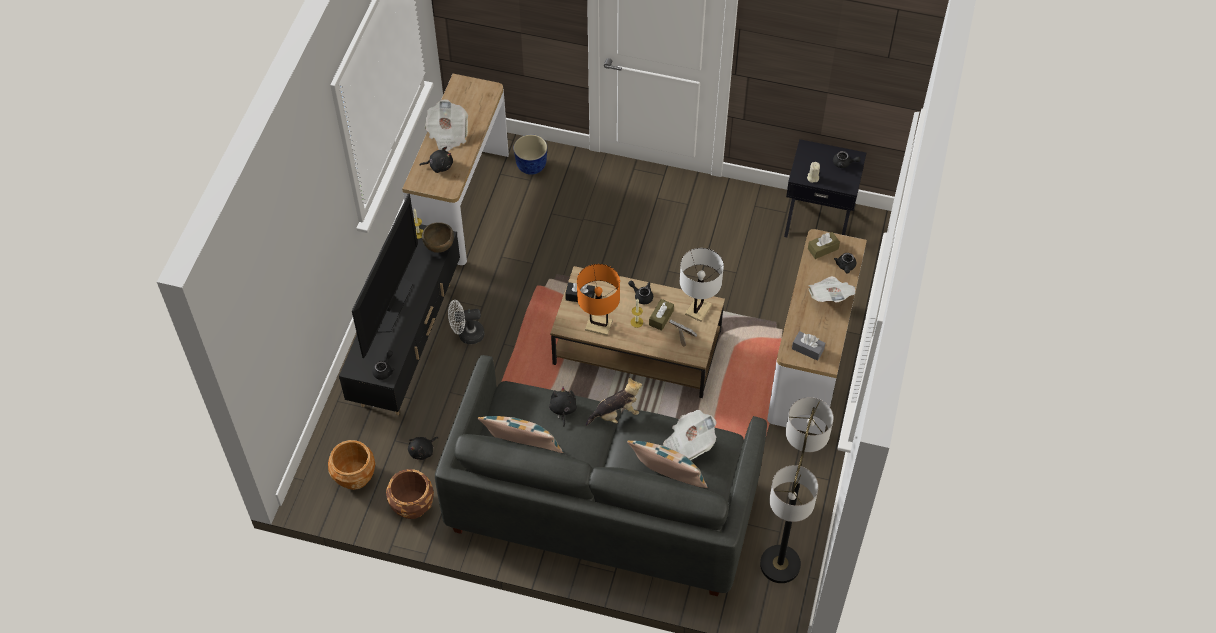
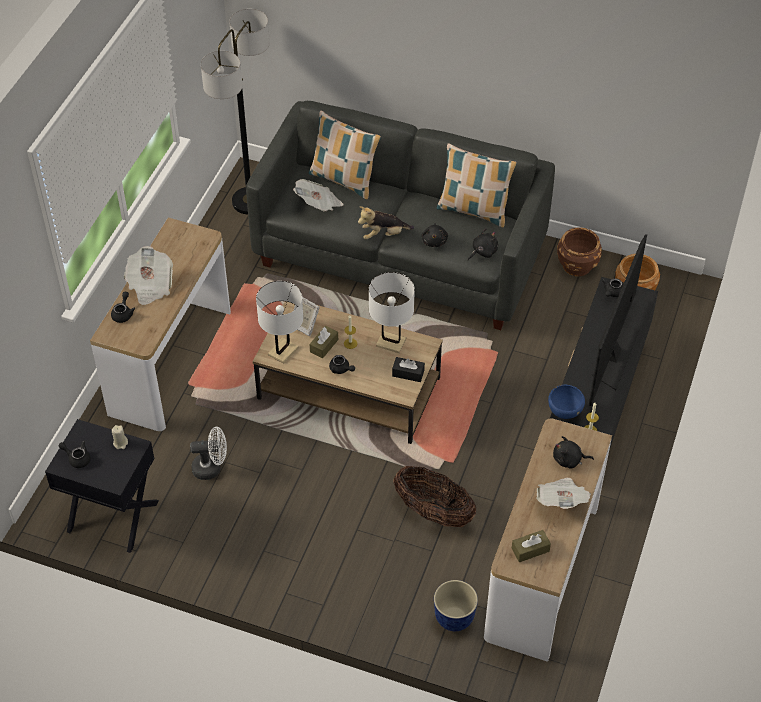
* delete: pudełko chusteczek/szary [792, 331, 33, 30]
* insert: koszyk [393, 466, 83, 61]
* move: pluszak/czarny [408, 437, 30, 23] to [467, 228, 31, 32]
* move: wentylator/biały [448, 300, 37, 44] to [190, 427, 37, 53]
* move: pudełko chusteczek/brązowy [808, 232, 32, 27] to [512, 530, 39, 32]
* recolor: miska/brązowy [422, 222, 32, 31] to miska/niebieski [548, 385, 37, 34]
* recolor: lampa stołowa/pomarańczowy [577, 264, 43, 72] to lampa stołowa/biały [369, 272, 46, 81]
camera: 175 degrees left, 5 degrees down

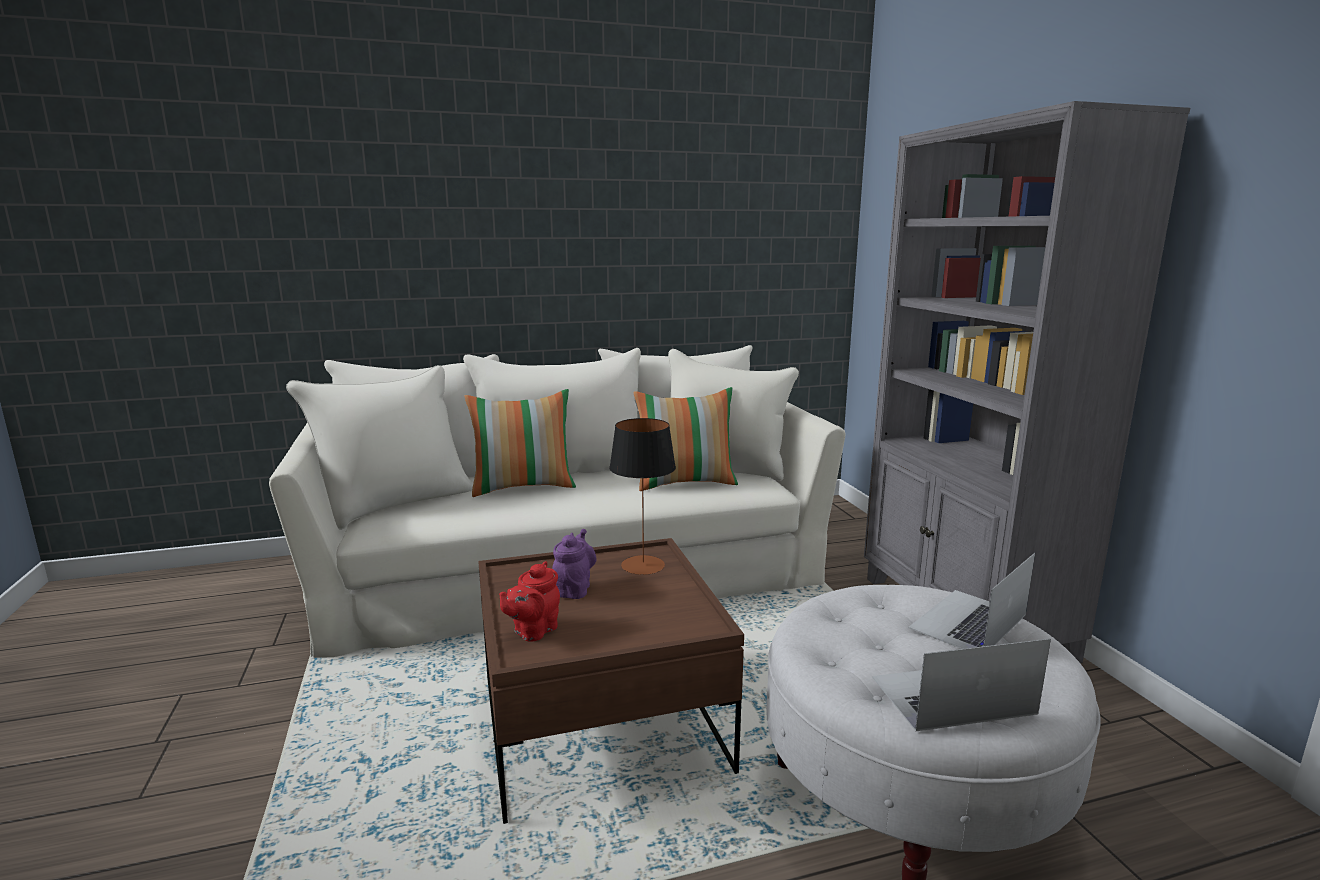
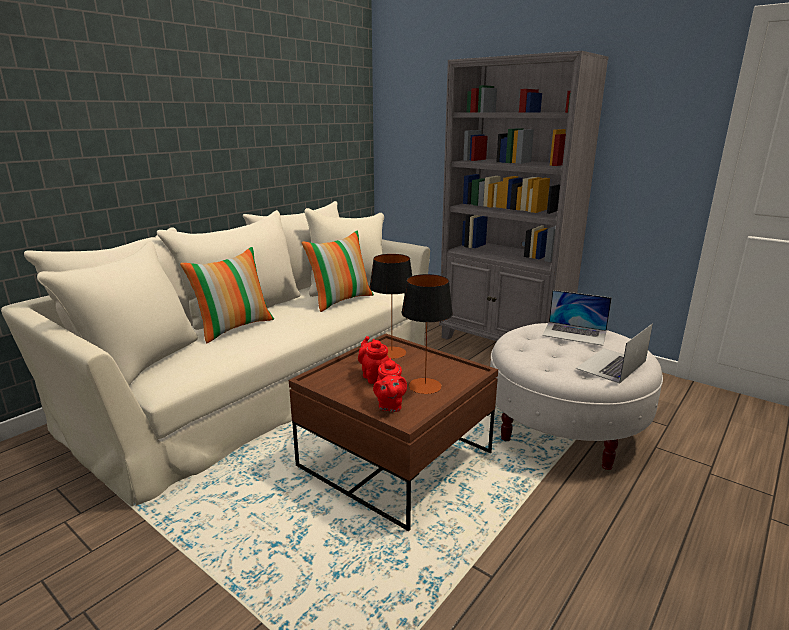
* insert: lampa stołowa [401, 274, 52, 120]
* recolor: imbryk/fioletowy [552, 529, 44, 70] to imbryk/czerwony [358, 336, 31, 48]
* rotate: laptop [908, 553, 127, 96] = [542, 290, 70, 56] 75 degrees counterclockwise
camera: 35 degrees left, 5 degrees up

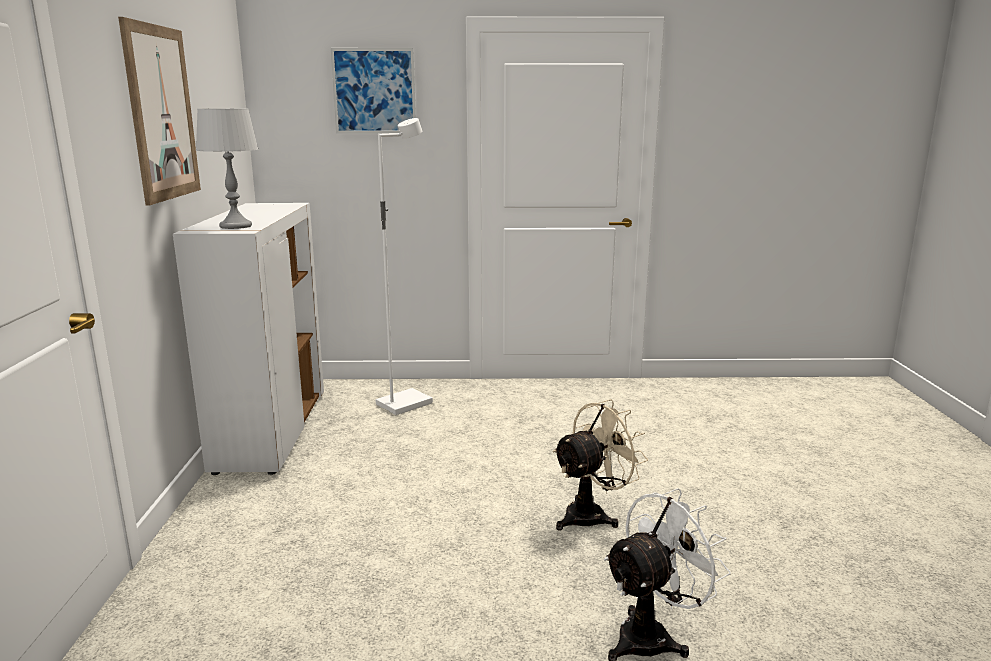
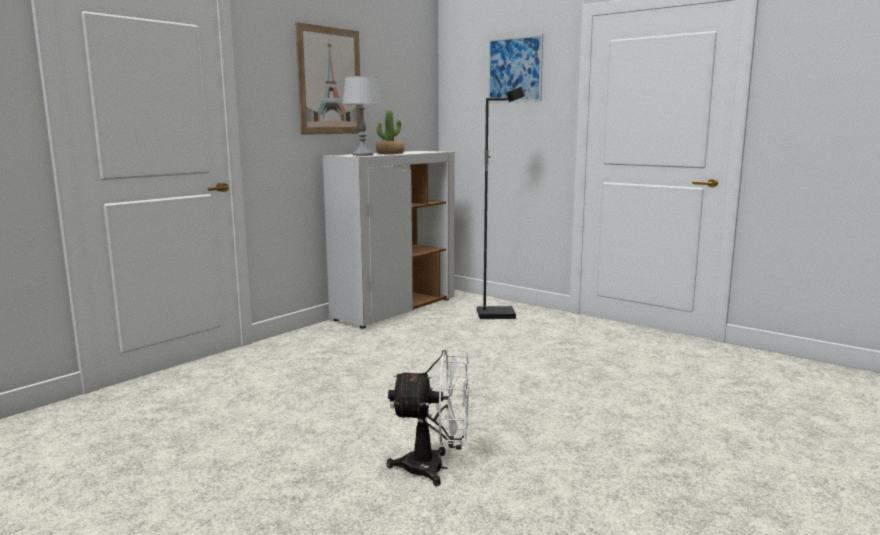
* delete: wentylator/beżowy [553, 399, 95, 131]
* insert: roślina doniczkowa [376, 110, 29, 44]
* recolor: lampa stojąca/biały [375, 118, 58, 297] to lampa stojąca/czarny [477, 87, 48, 232]
camera: 40 degrees right, 5 degrees down

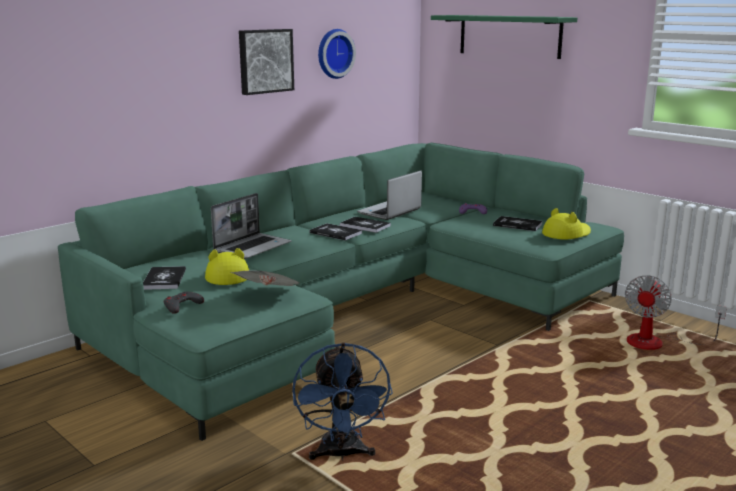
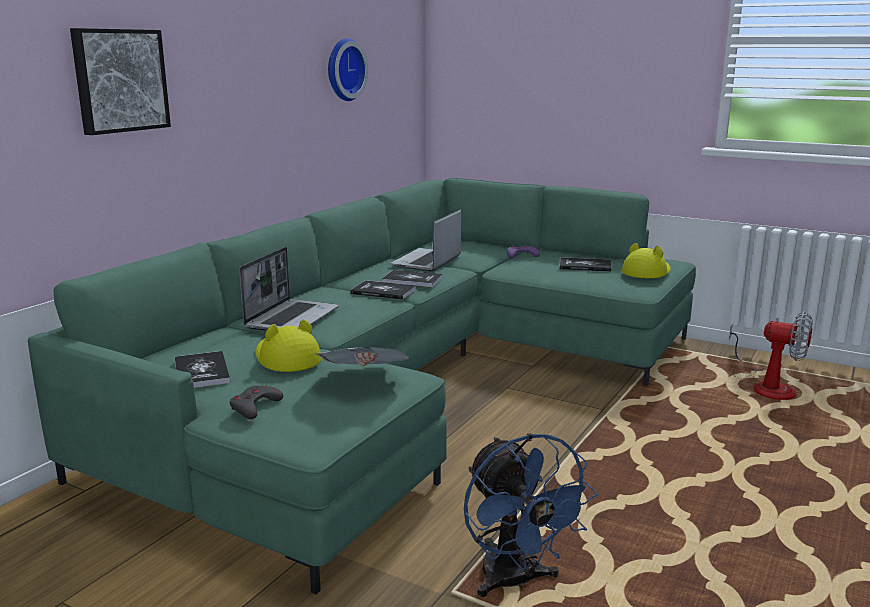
* delete: półka/zielony [431, 15, 147, 44]
* move: obraz [239, 29, 55, 66] to [70, 28, 101, 107]
* rotate: wentylator [625, 275, 102, 75] = [729, 311, 84, 89] 75 degrees counterclockwise
camera: 15 degrees left, 0 degrees up

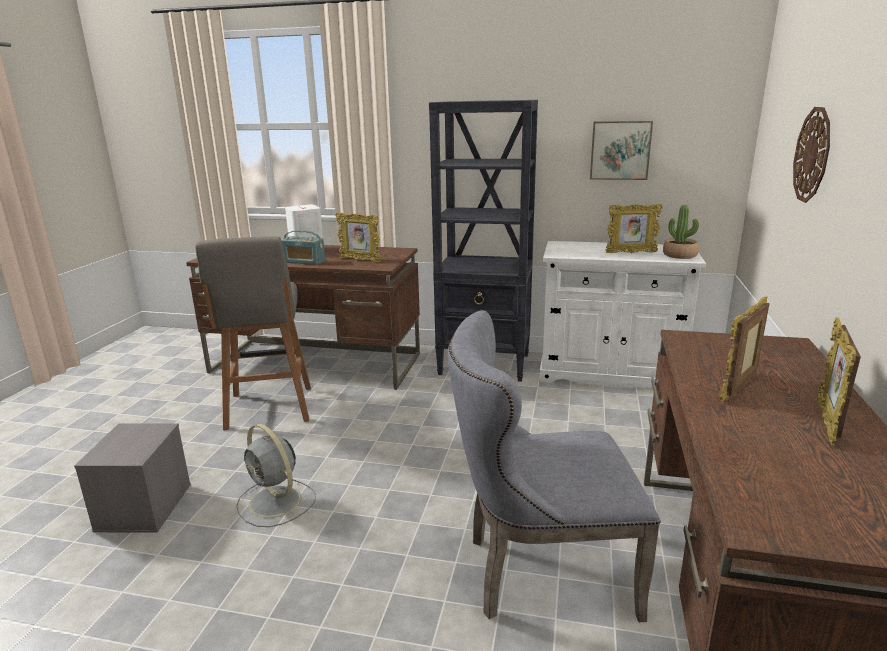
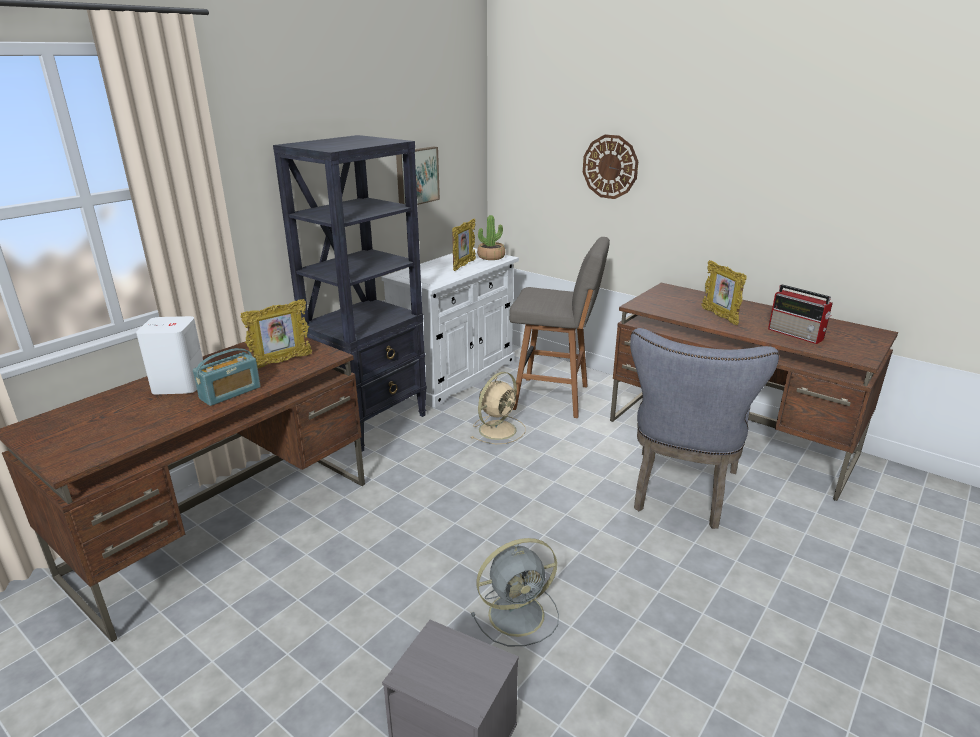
* delete: ramka na zdjęcie [817, 317, 44, 128]
* insert: wentylator/beżowy [471, 372, 55, 72]
* insert: radio [768, 284, 65, 60]
* move: stołek/szary [195, 237, 116, 193] to [509, 237, 101, 181]
camera: 65 degrees left, 5 degrees up

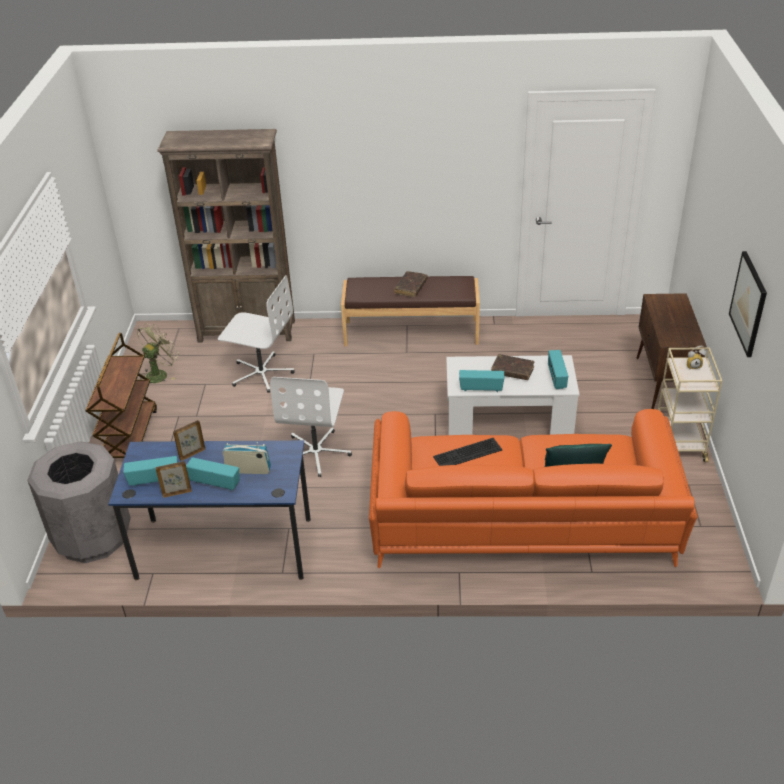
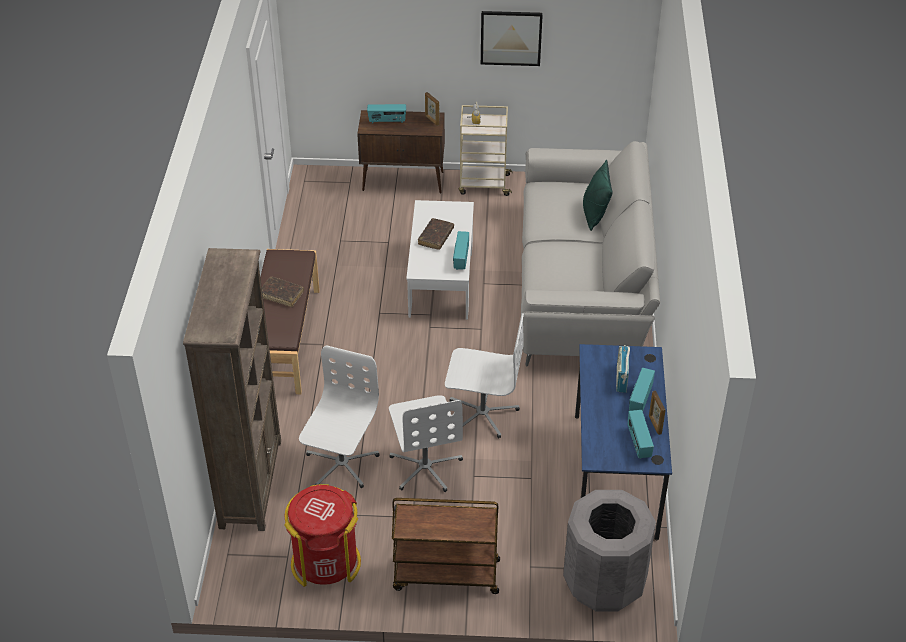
* delete: klawiatura [433, 438, 69, 28]
* insert: krzesło biurowe/biały [389, 395, 74, 97]
* move: ramka na zdjęcie [173, 420, 32, 41] to [425, 92, 14, 34]
* move: radio [548, 350, 20, 39] to [367, 104, 39, 19]
* replace: wentylator/zielony [137, 323, 42, 60] to kosz na śmieci/czerwony [284, 484, 77, 103]
* recolor: kanapa/pomarańczowy [369, 409, 329, 159] to kanapa/szary [521, 141, 139, 226]
camera: 90 degrees left, 5 degrees up

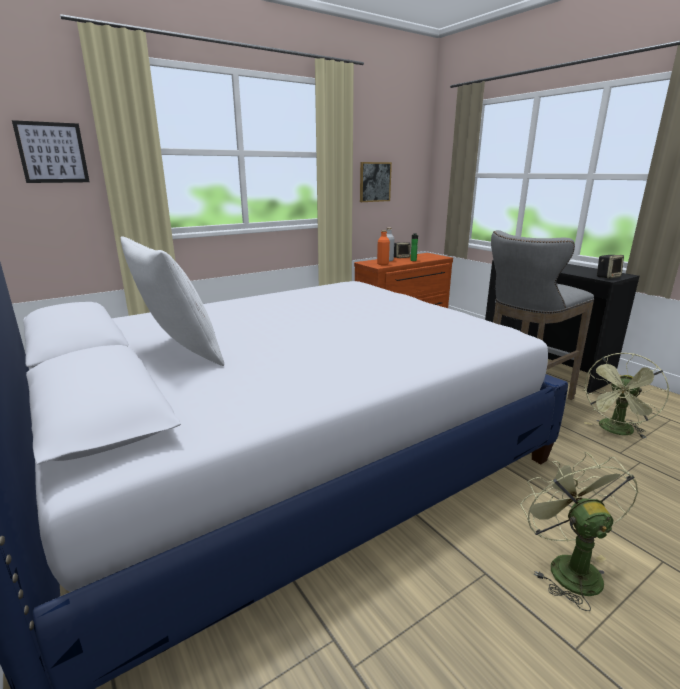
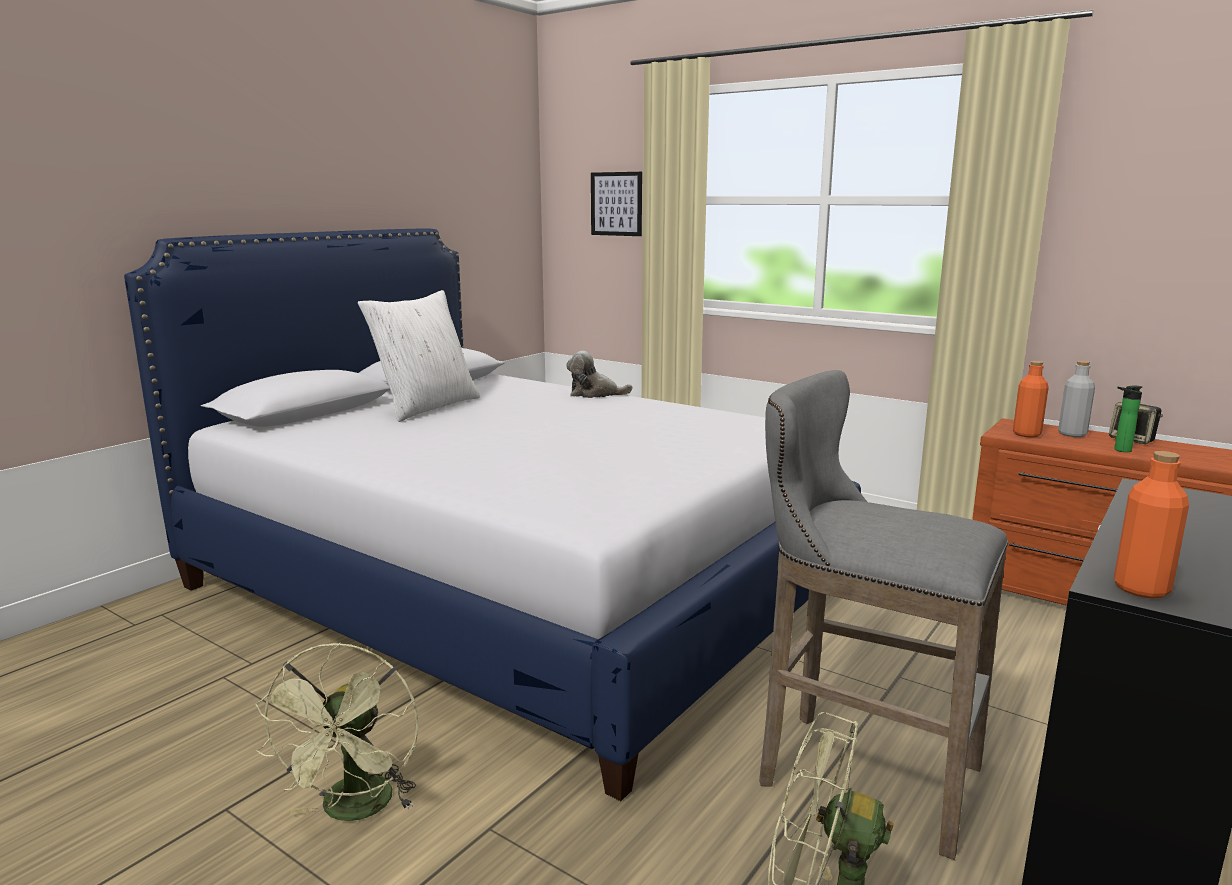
* delete: obraz [360, 162, 32, 40]
* insert: pluszak [566, 351, 66, 47]
* replace: głośnik [597, 255, 27, 24] to butelka/pomarańczowy [1114, 451, 75, 147]
* rotate: wentylator/zielony [521, 452, 118, 159] = [255, 642, 164, 179] 120 degrees clockwise
camera: 70 degrees right, 5 degrees down

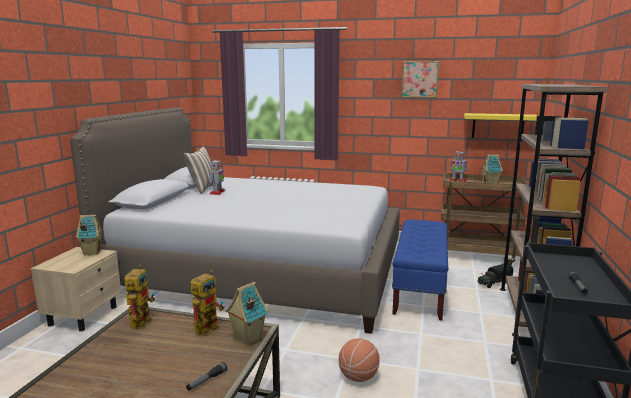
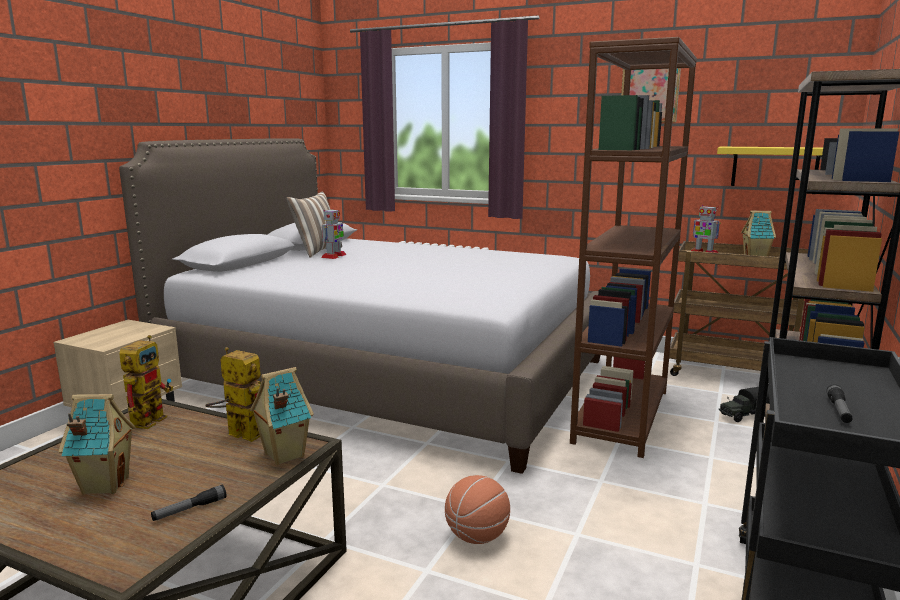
* move: domek [76, 214, 27, 42] to [59, 394, 76, 100]
* replace: ławka/niebieski [392, 220, 57, 100] to regał/brązowy [570, 37, 127, 421]
* rotate: robot zabawkowy [191, 270, 34, 66] = [205, 347, 56, 95] 105 degrees counterclockwise
camera: 10 degrees right, 0 degrees up

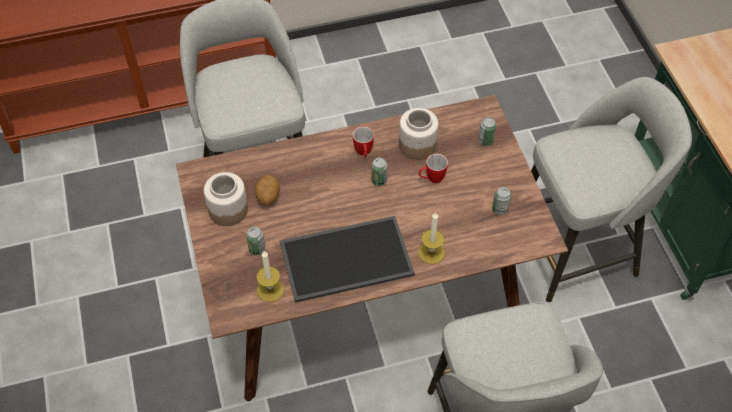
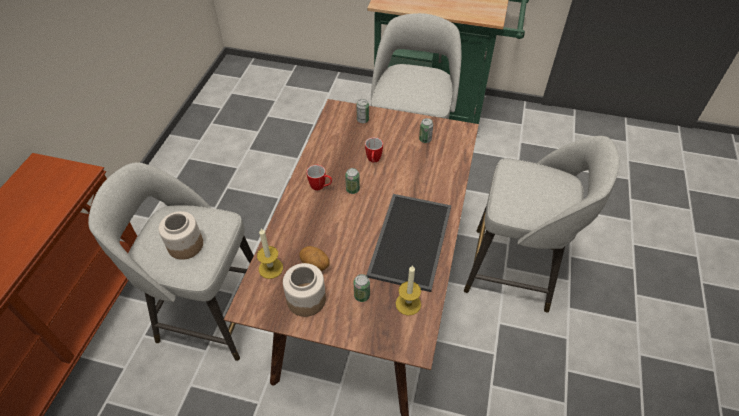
* move: słoik [399, 108, 40, 52] to [159, 211, 44, 49]
* move: świeca [418, 213, 27, 51] to [257, 229, 26, 50]
camera: 60 degrees left, 5 degrees down

